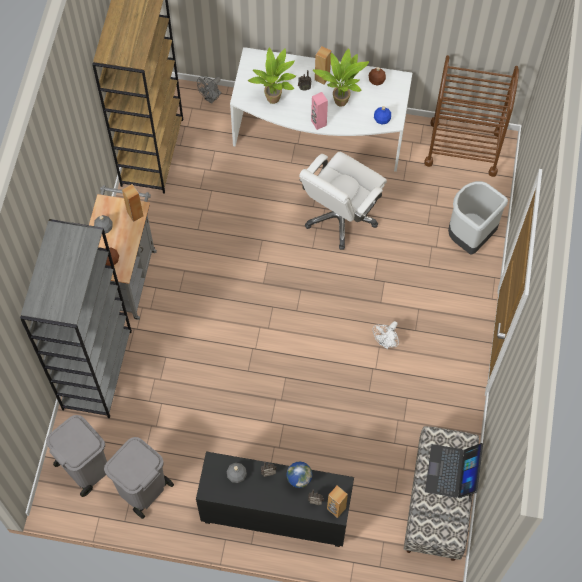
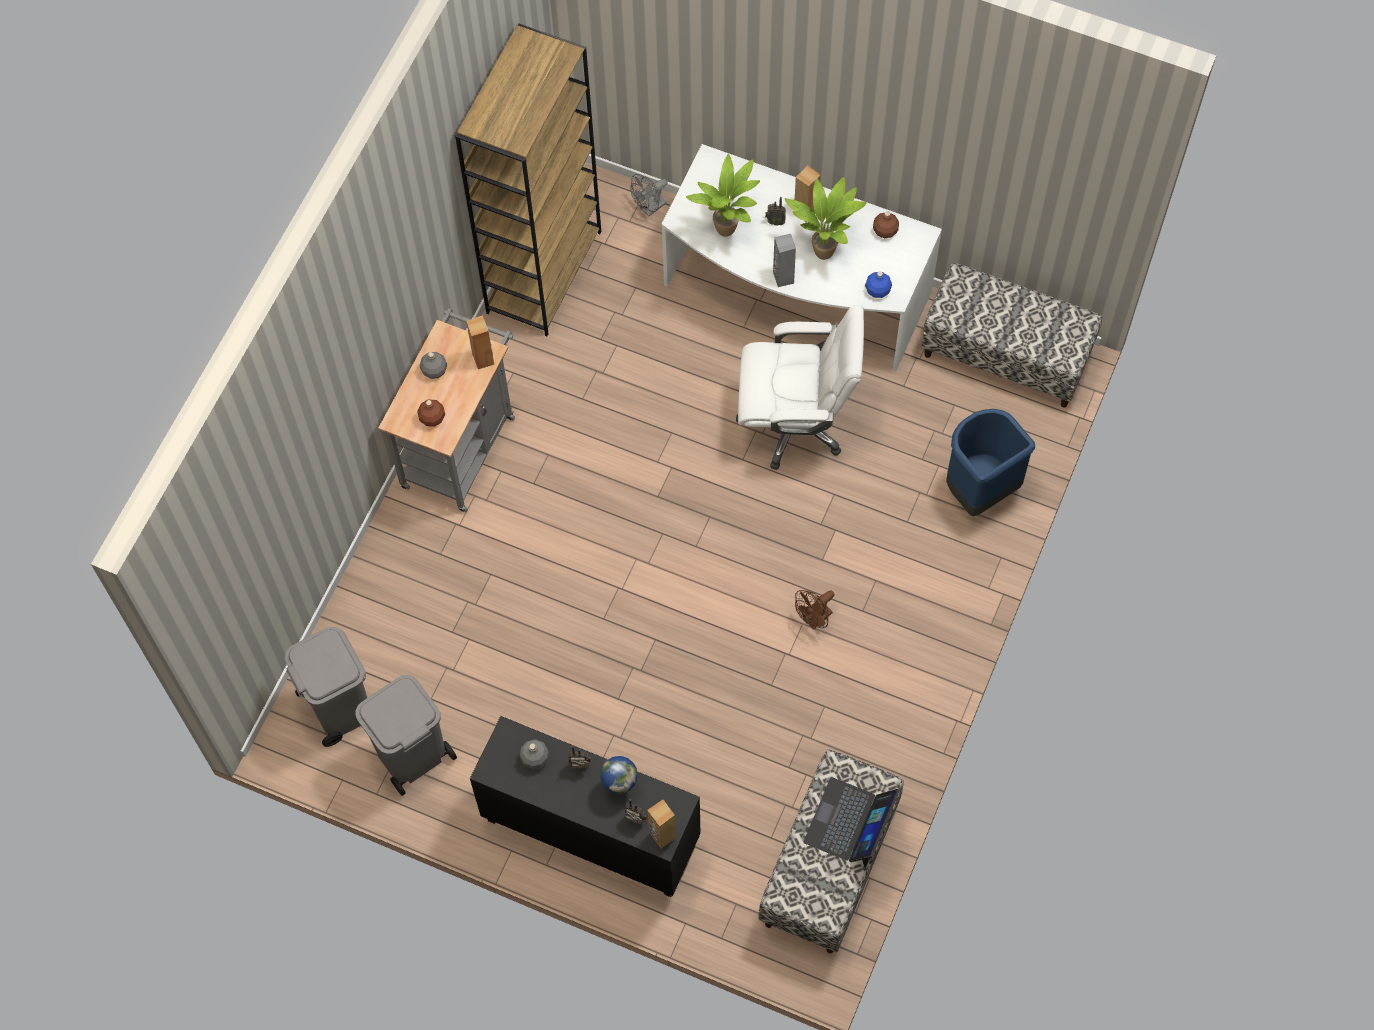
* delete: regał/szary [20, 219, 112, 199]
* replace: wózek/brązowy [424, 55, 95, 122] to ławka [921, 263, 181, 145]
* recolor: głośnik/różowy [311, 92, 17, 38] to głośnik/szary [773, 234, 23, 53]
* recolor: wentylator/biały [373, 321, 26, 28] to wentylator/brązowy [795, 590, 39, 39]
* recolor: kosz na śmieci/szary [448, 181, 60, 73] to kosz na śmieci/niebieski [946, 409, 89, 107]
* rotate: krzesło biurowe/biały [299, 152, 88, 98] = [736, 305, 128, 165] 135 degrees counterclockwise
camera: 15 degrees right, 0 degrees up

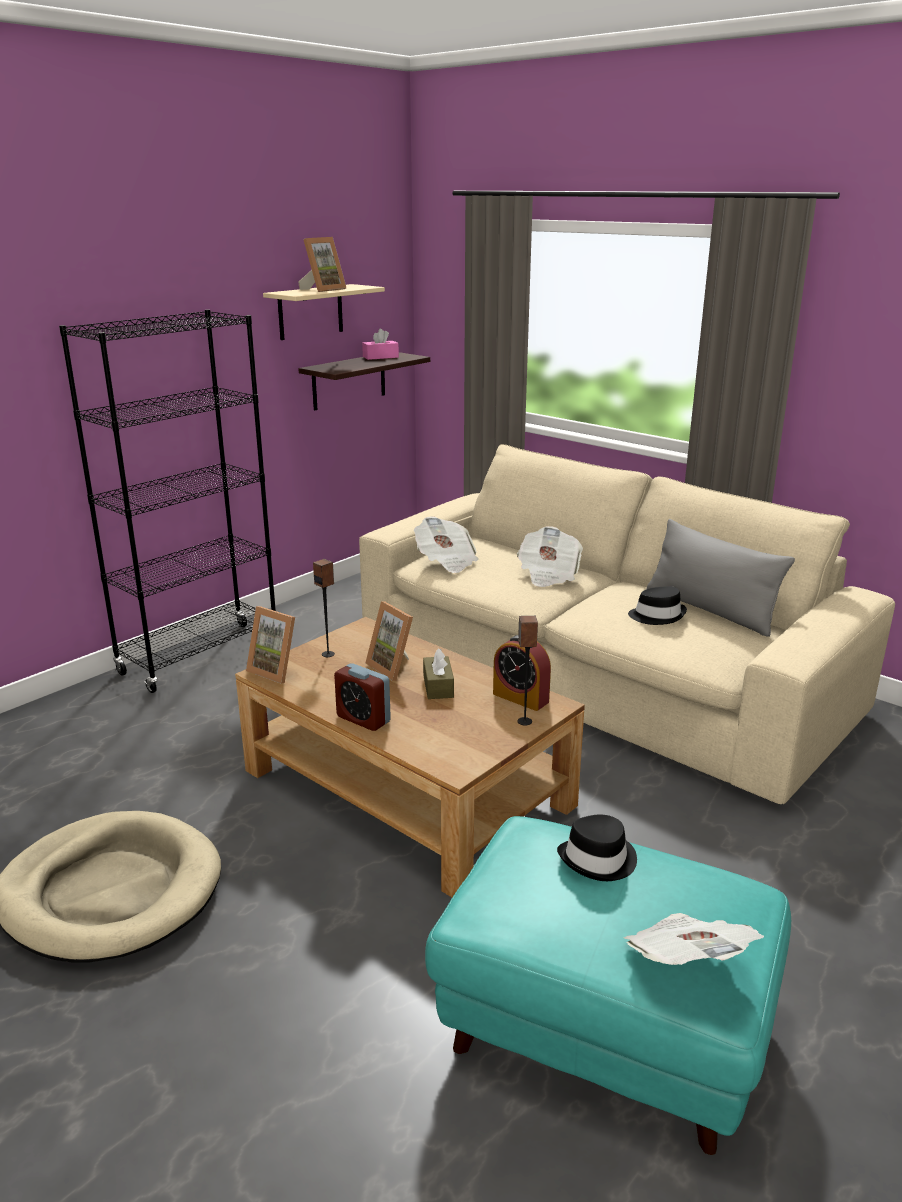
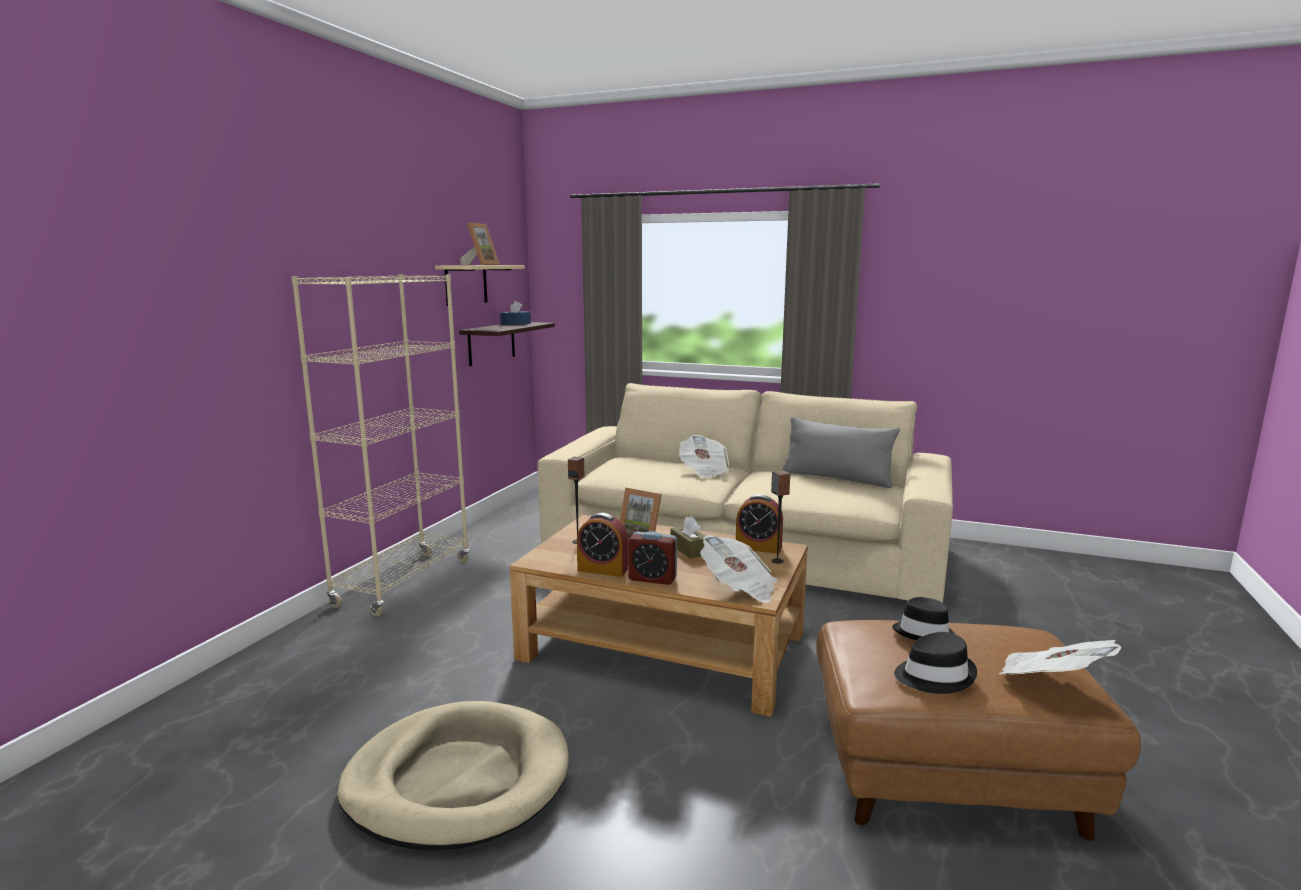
* delete: ramka na zdjęcie [246, 606, 49, 78]
* insert: budzik [577, 513, 51, 64]
* move: gazeta [414, 516, 65, 57] to [700, 535, 77, 68]
* move: kapelusz/czarny [628, 586, 59, 39] to [894, 632, 83, 62]
* recolor: regał/czarny [59, 310, 217, 383] to regał/beżowy [291, 274, 179, 343]
* recolor: pudełko chusteczek/różowy [362, 329, 37, 31] to pudełko chusteczek/niebieski [500, 301, 31, 24]
* recolor: pufa/turkusowy [425, 816, 366, 339] to pufa/brązowy [816, 620, 325, 221]
camera: 20 degrees left, 10 degrees down

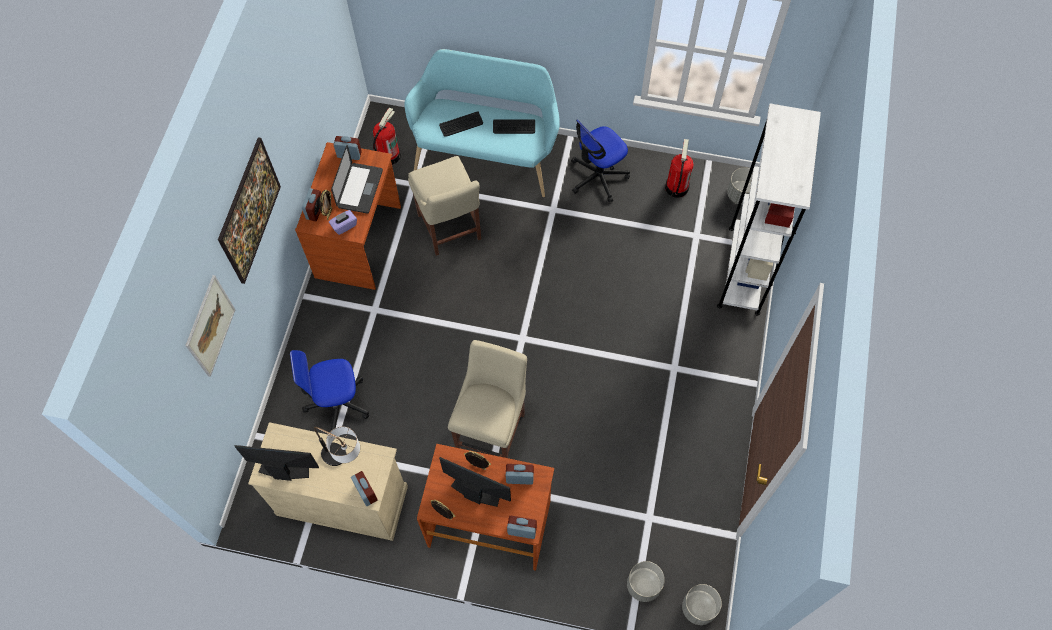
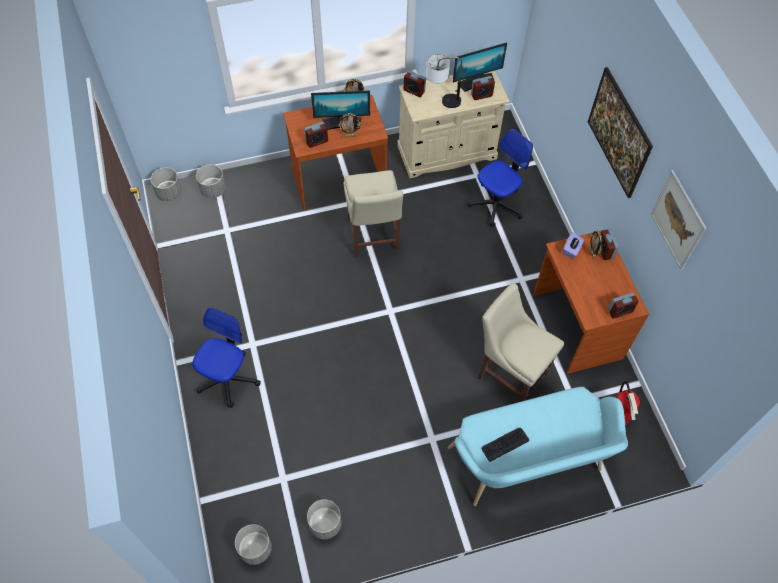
* delete: laptop [331, 145, 52, 69]
* delete: klawiatura [439, 111, 44, 26]
* delete: regał/biały [717, 104, 104, 212]
* move: obraz [185, 275, 50, 102] to [651, 170, 56, 100]
* move: budzik [507, 516, 30, 23] to [471, 76, 24, 24]
* move: krzesło biurowe [571, 120, 59, 82] to [192, 307, 69, 101]
* replace: gaśnica [665, 139, 29, 59] to donica/szary [307, 499, 34, 40]
camera: 150 degrees right, 5 degrees down

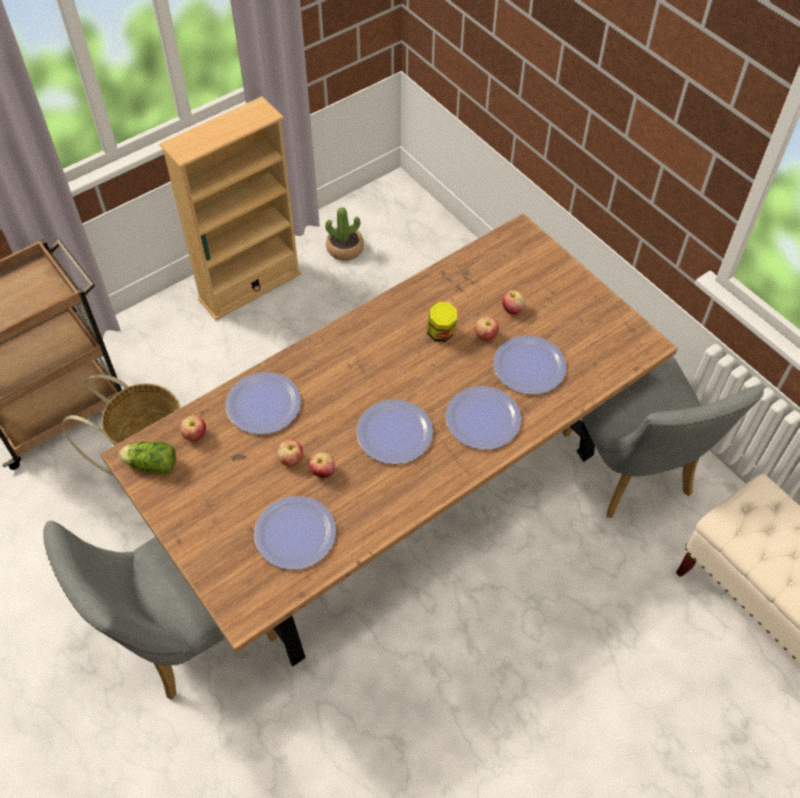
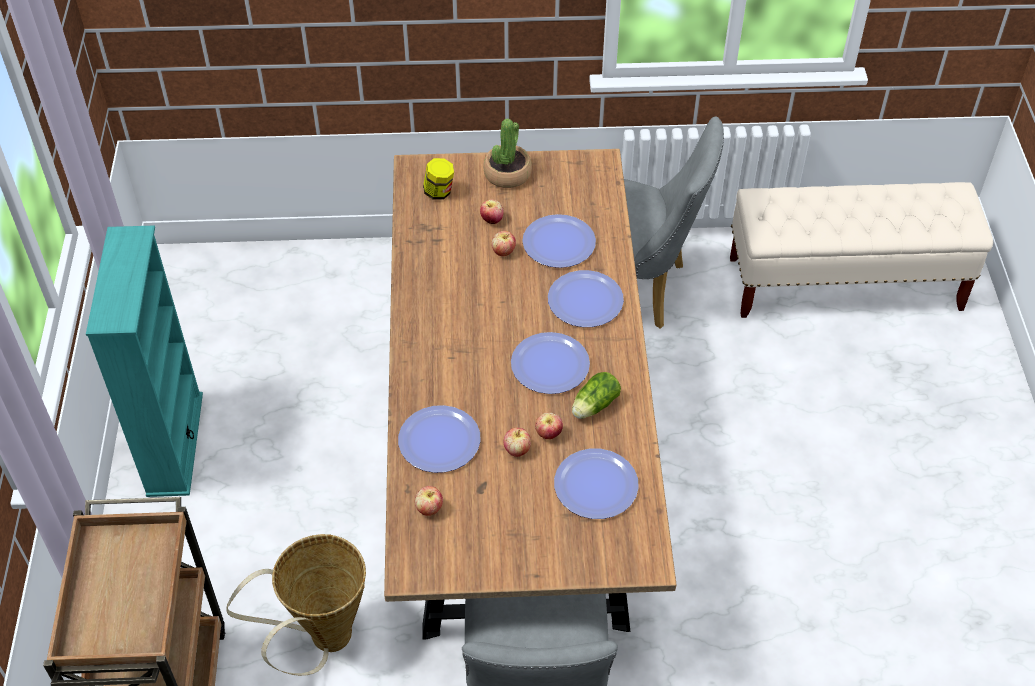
* move: sałata [119, 442, 57, 32] to [572, 372, 49, 47]
* move: roślina doniczkowa [325, 207, 39, 54] to [483, 119, 49, 69]
* move: słoik [427, 302, 30, 40] to [423, 158, 31, 42]
* recolor: regał/beżowy [159, 96, 143, 224] to regał/turkusowy [86, 225, 117, 272]
camera: 55 degrees left, 5 degrees down

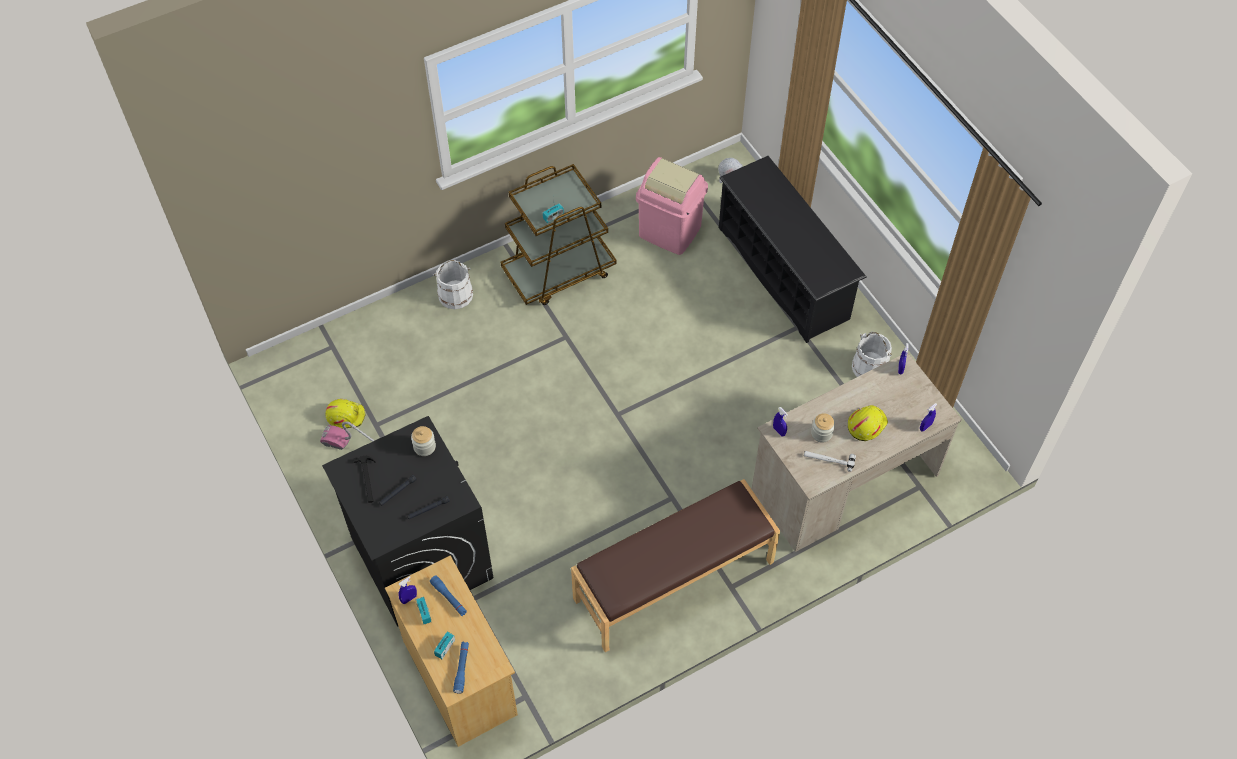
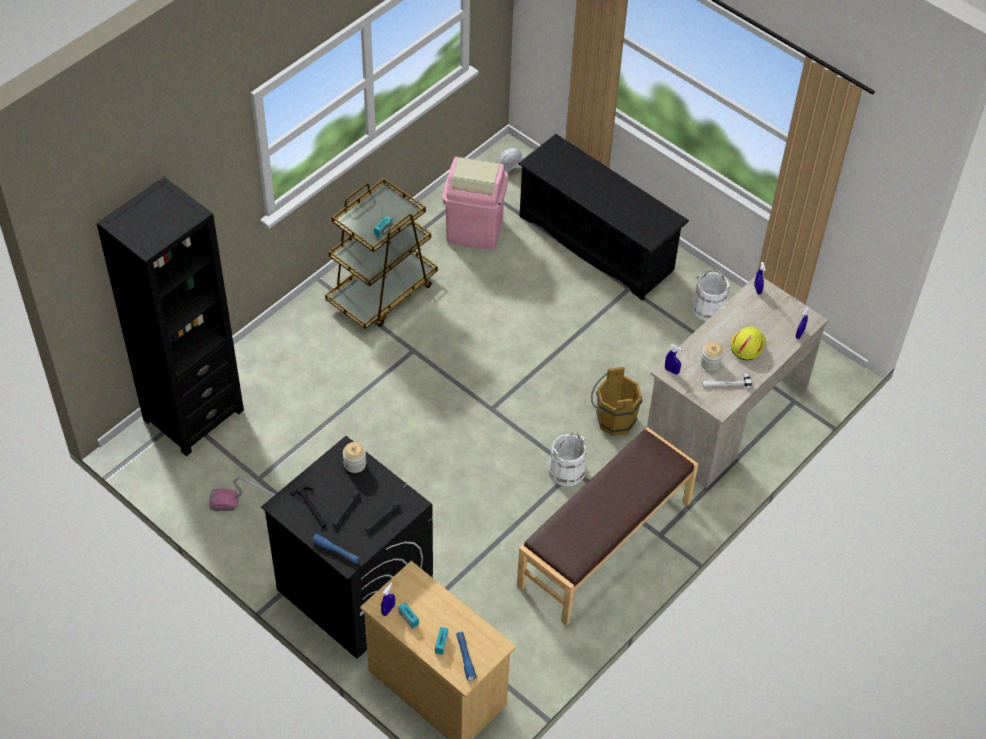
* delete: kask/żółty [325, 399, 41, 30]
* insert: regał/czarny [97, 177, 147, 279]
* insert: wiadro/brązowy [591, 367, 51, 69]
* move: latarka/niebieski [430, 575, 37, 41] to [312, 534, 47, 30]
* move: wiadro/biały [433, 260, 40, 49] to [548, 433, 39, 53]
camera: 20 degrees left, 5 degrees down

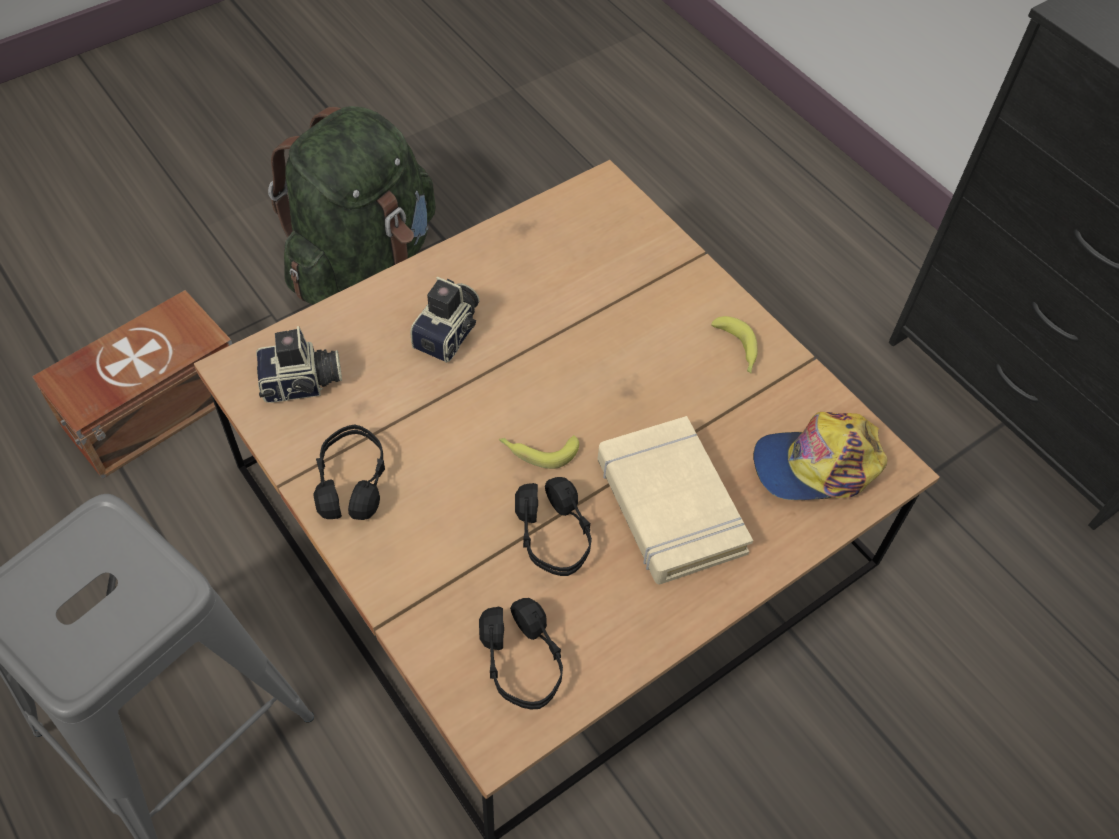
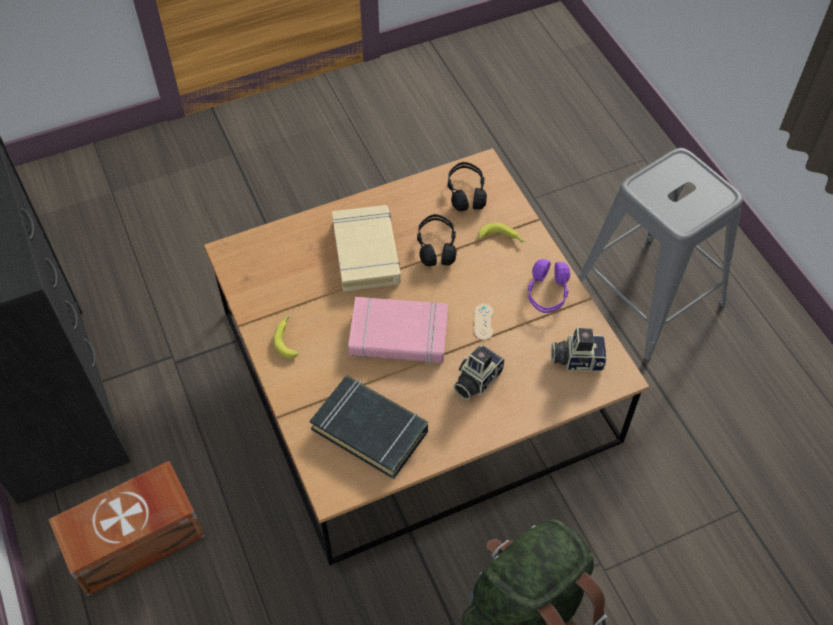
* delete: czapka z daszkiem [753, 412, 134, 88]
* insert: książka/czarny [310, 376, 118, 103]
* insert: książka/różowy [348, 297, 100, 67]
* insert: pad do gier/beżowy [474, 304, 19, 36]
* move: pojemnik do przechowywania/brązowy [32, 290, 200, 189] to [48, 461, 157, 135]
* move: banan [499, 435, 80, 34] to [478, 223, 46, 19]
* recolor: słuchawki/czarny [313, 424, 72, 96] to słuchawki/fioletowy [528, 259, 42, 54]
camera: 165 degrees left, 0 degrees up

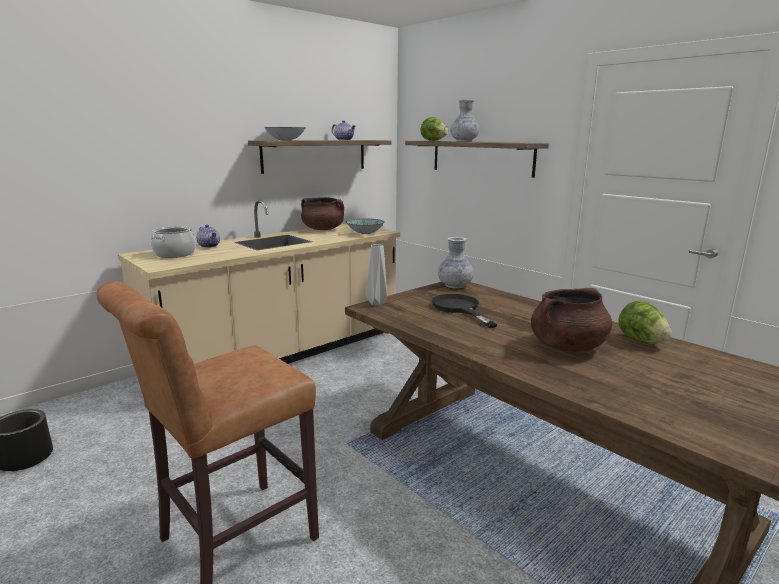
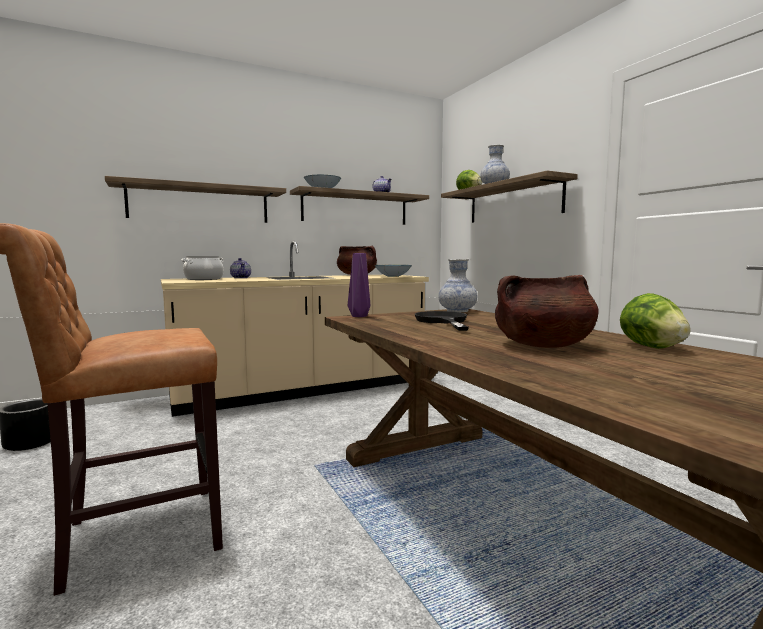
* insert: półka [105, 176, 181, 47]
* recolor: wazon/szary [366, 244, 21, 62] to wazon/fioletowy [348, 253, 22, 64]
camera: 15 degrees right, 10 degrees down

